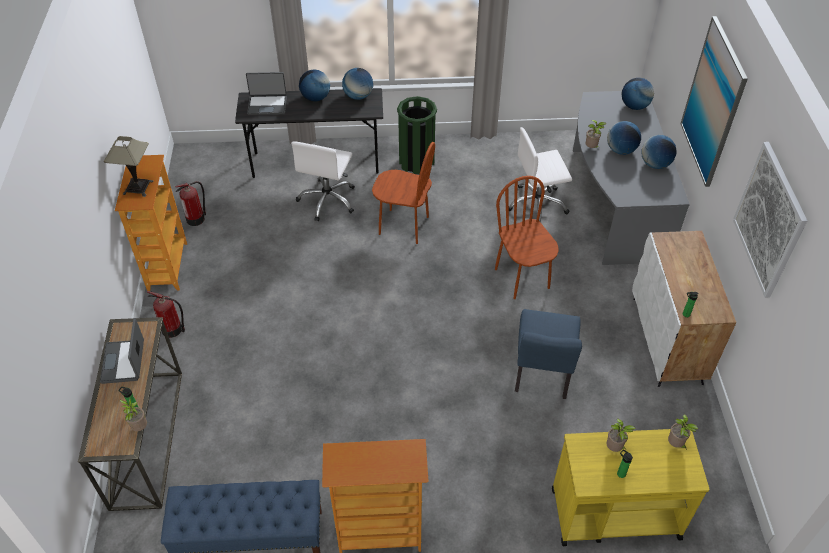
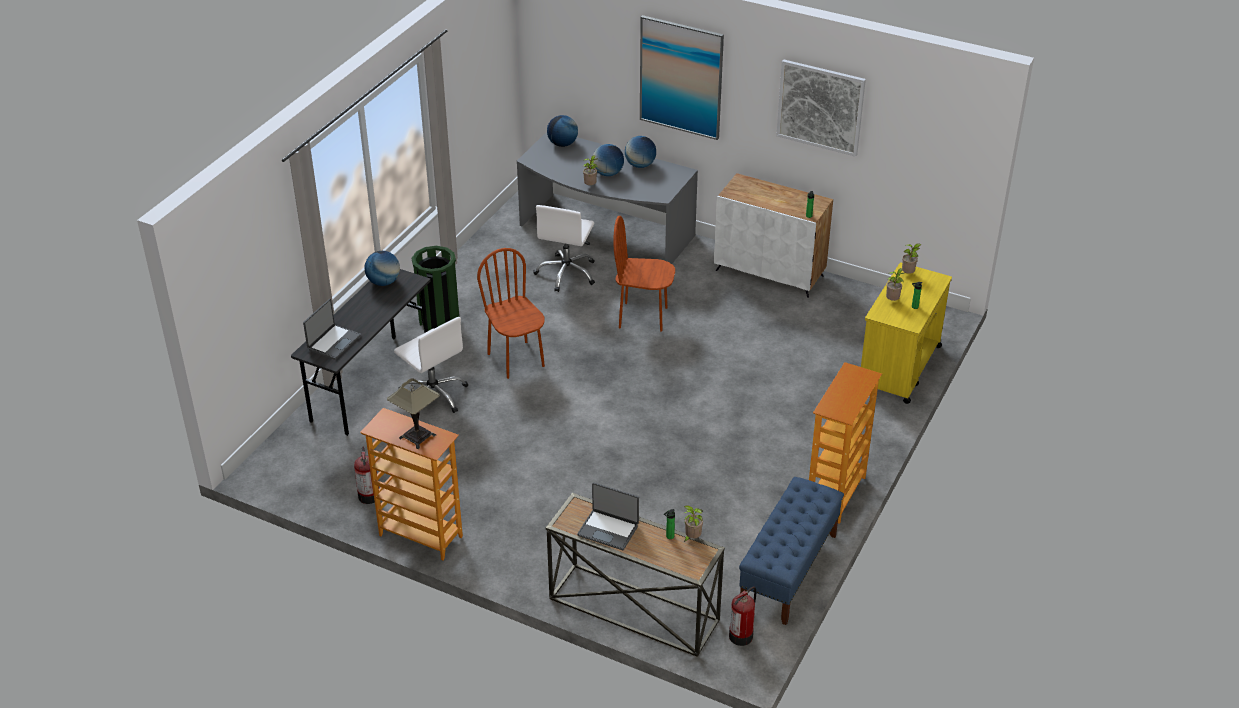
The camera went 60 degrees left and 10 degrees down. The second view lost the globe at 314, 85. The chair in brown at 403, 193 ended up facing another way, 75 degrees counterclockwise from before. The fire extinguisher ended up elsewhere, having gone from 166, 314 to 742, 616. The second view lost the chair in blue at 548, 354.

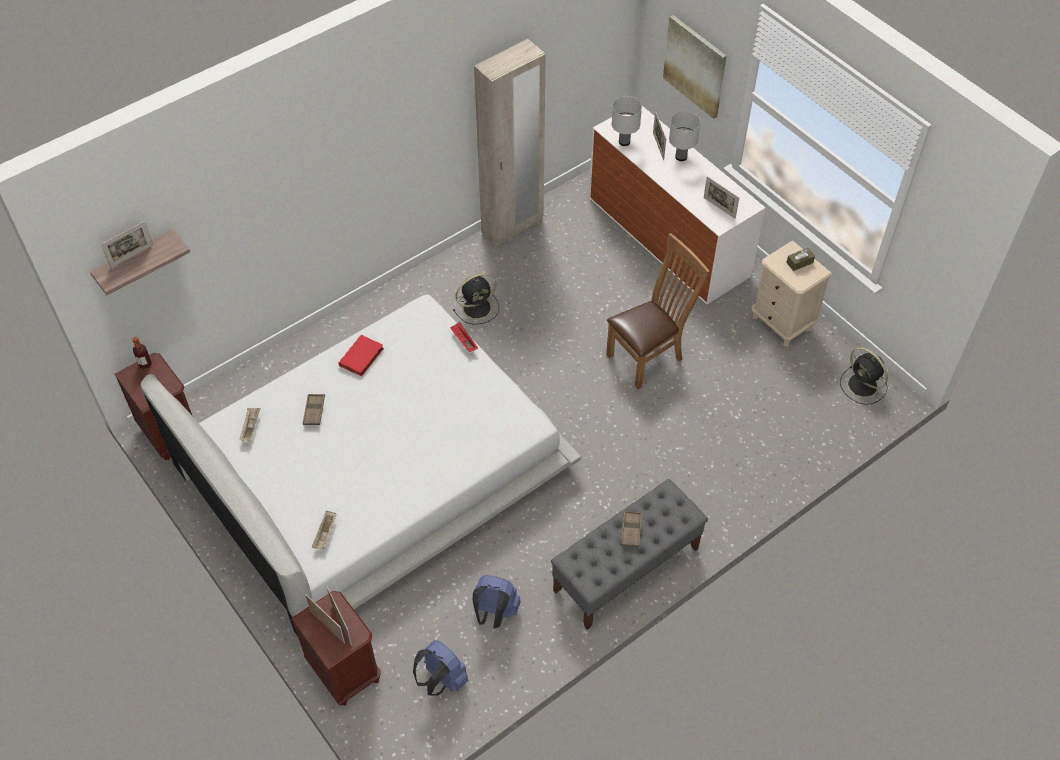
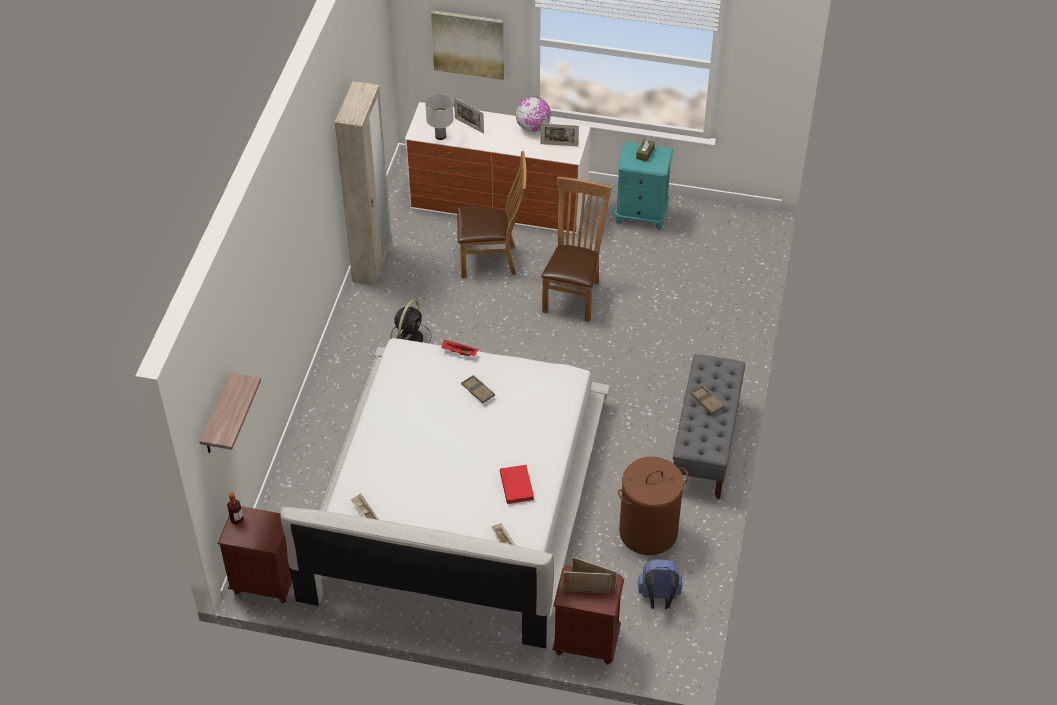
The camera went 40 degrees left and 5 degrees down. The second view lost the table lamp in white at 685, 136. The second view lost the picture frame at 127, 244. What was the nightstand in beige at 792, 294 turned into the nightstand in turquoise at 644, 185. The book in red ended up elsewhere, having gone from 361, 356 to 517, 484. The second view lost the fan in black at 864, 376. The tray in brown ended up elsewhere, having gone from 314, 409 to 478, 389. Where the backpack in blue stood at 496, 601, the laundry basket in brown came to stand at 653, 506. The second view gained the globe at 533, 115. The second view gained the chair in brown at 492, 214.

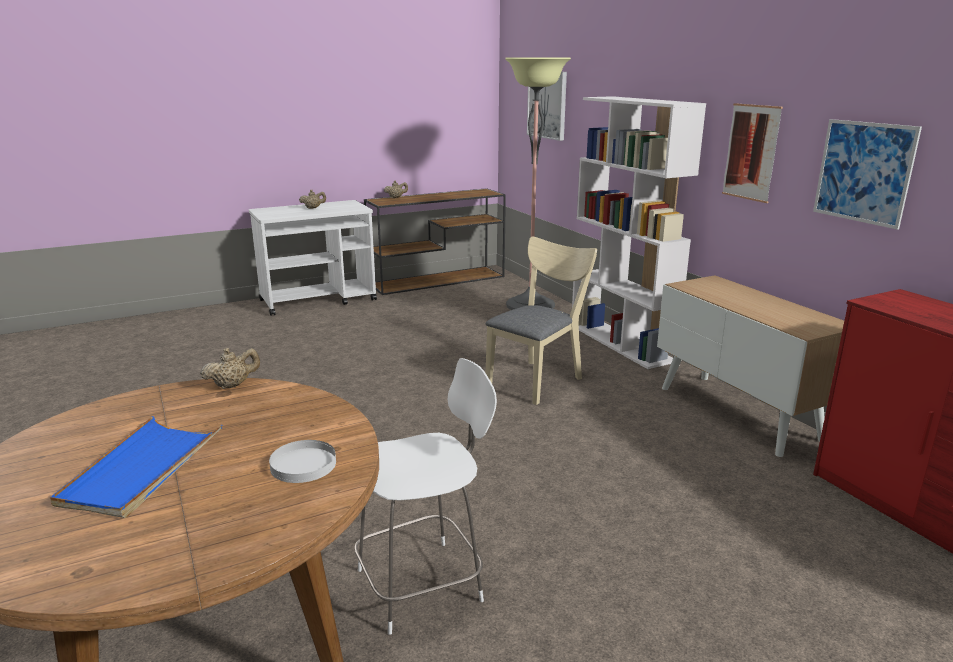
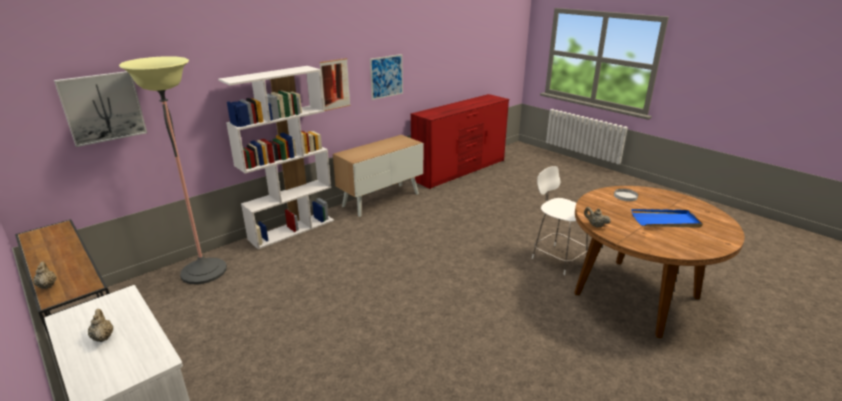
The camera went 105 degrees left and 5 degrees up. The second view lost the chair in beige at 541, 321.

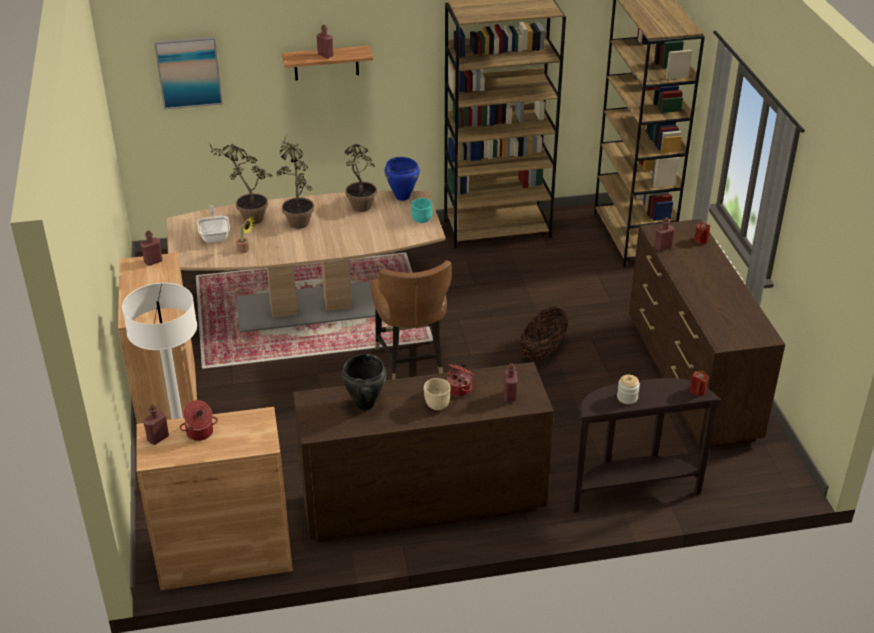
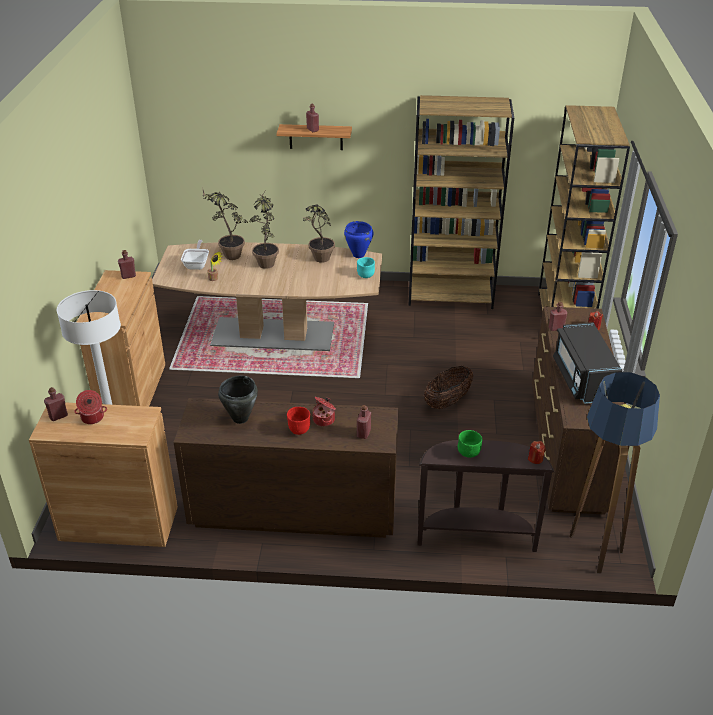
The camera went 15 degrees right and 0 degrees up. The second view lost the picture at 188, 73. The second view lost the chair in brown at 411, 319. Where the jar stood at 628, 389, the bowl in green came to stand at 470, 444. What was the bowl in beige at 437, 394 turned into the bowl in red at 298, 421. The second view gained the microwave in black at 588, 363. The second view gained the floor lamp at 614, 472.

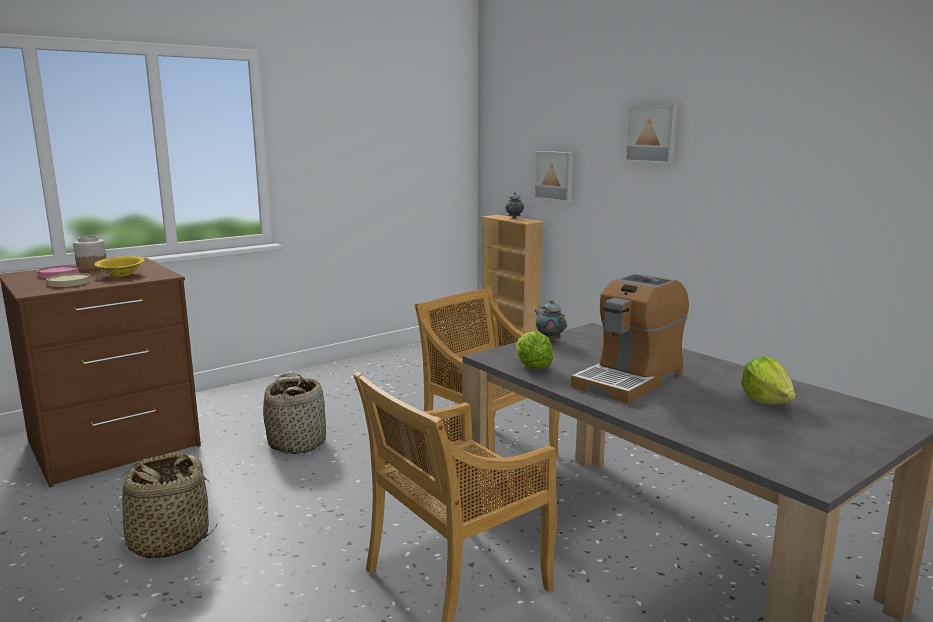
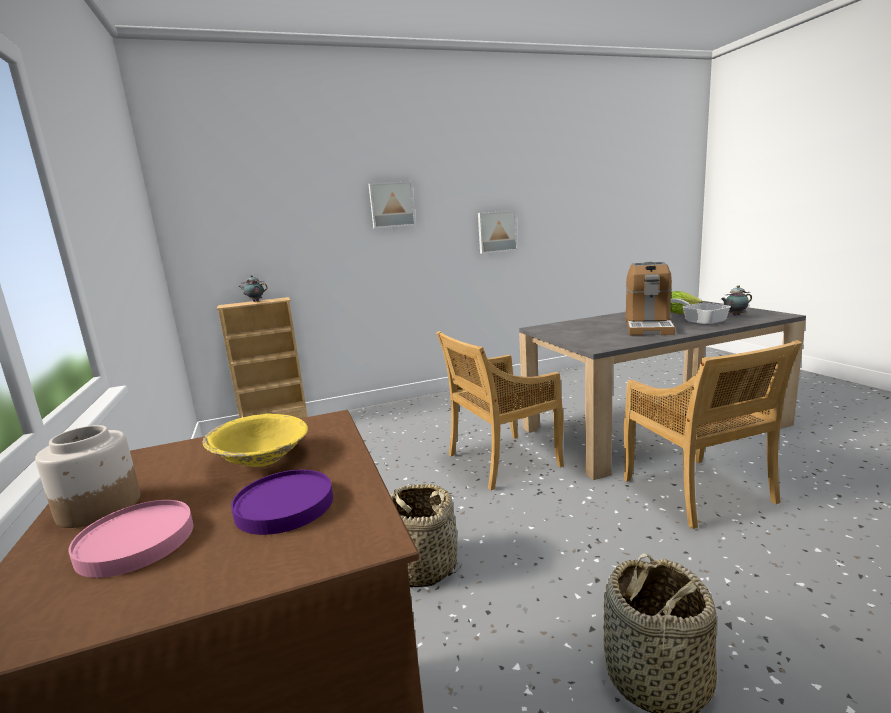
The camera went 70 degrees left and 0 degrees up. The picture ended up elsewhere, having gone from 554, 177 to 498, 232. What was the plate in beige at 68, 280 turned into the plate in purple at 282, 502. The coffee machine at 630, 339 ended up facing another way, 45 degrees clockwise from before. The teapot ended up elsewhere, having gone from 550, 321 to 736, 300. The second view lost the lettuce at 534, 350. The second view gained the frying pan at 701, 311.

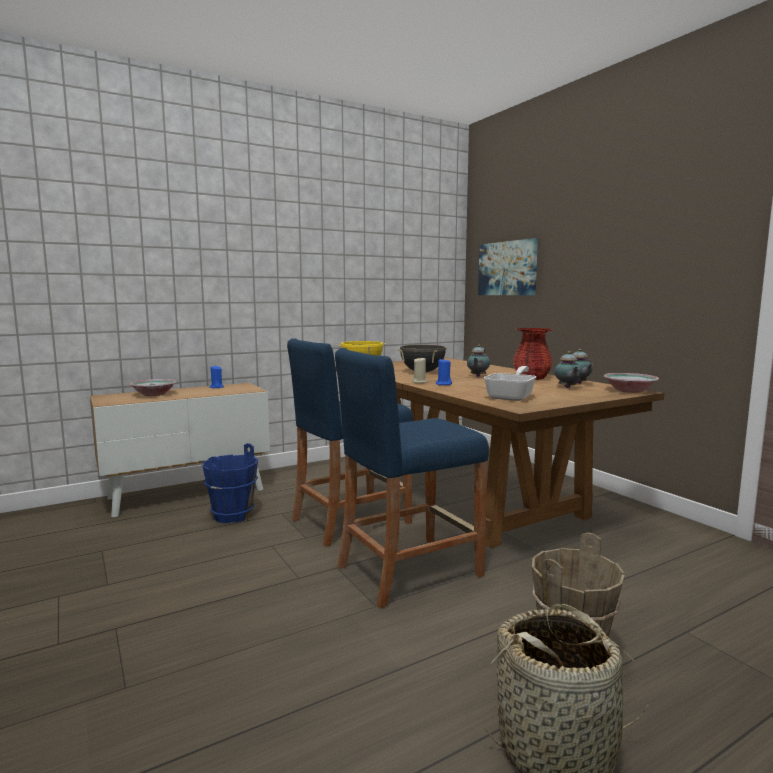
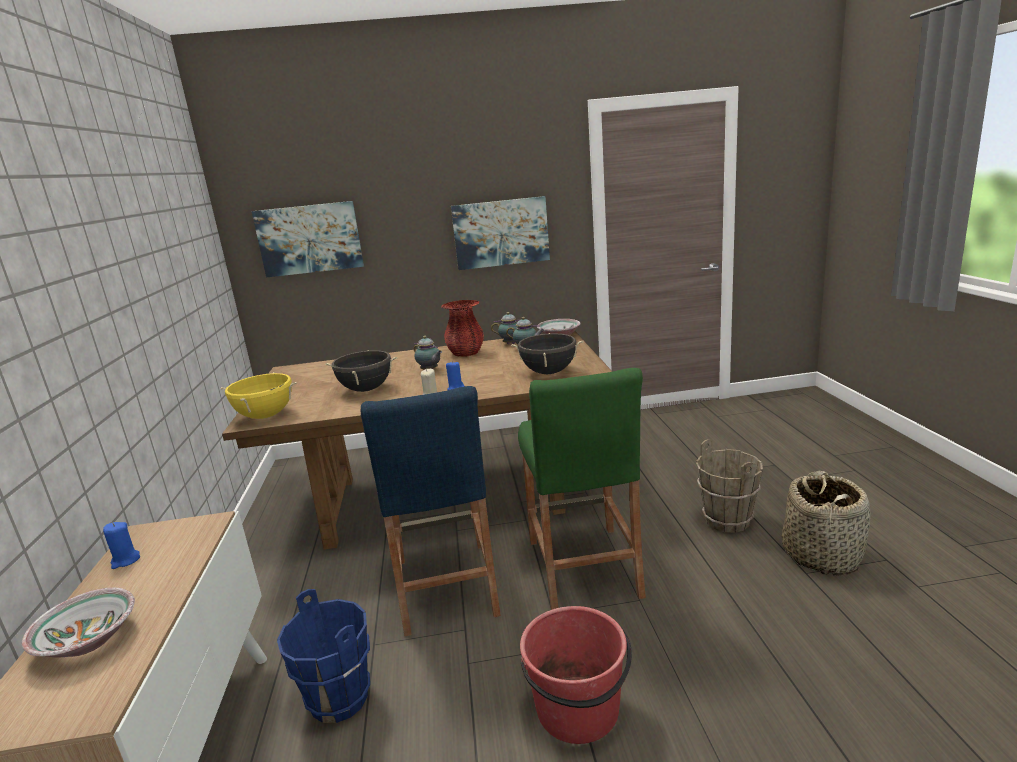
The camera went 65 degrees left and 10 degrees up. What was the stool in blue at 412, 478 turned into the stool in green at 582, 489. Where the frying pan stood at 510, 383, the cooking pot in black came to stand at 547, 353. The second view gained the picture at 500, 233. The second view gained the bucket in red at 576, 675.

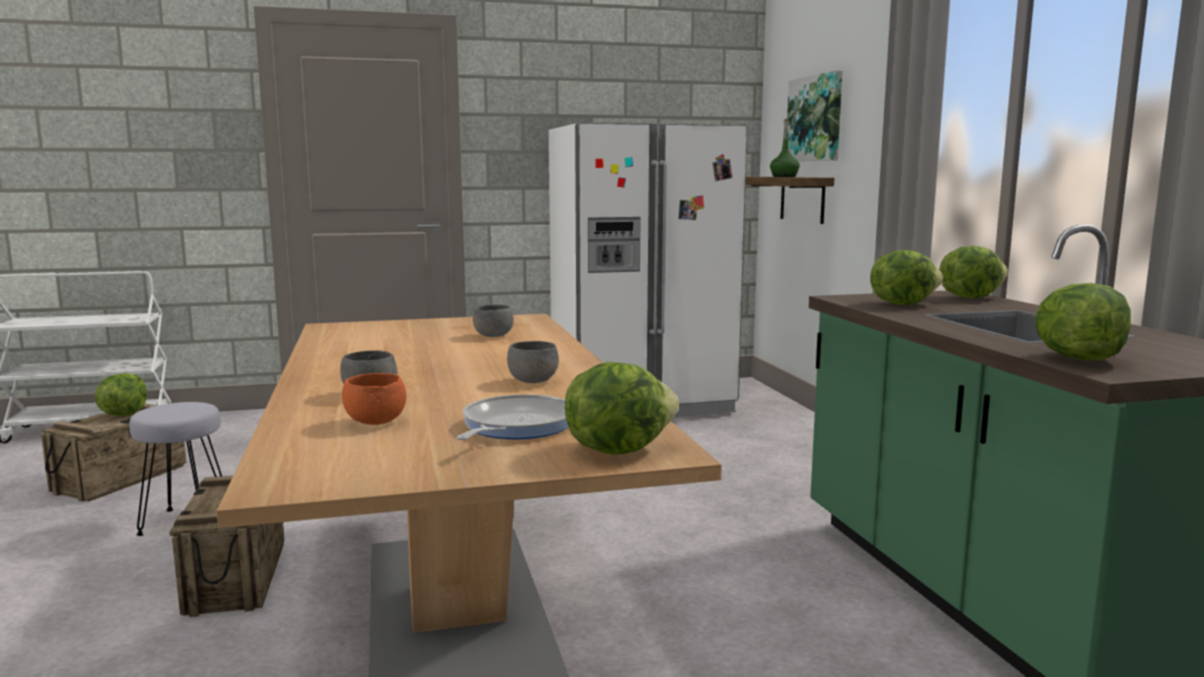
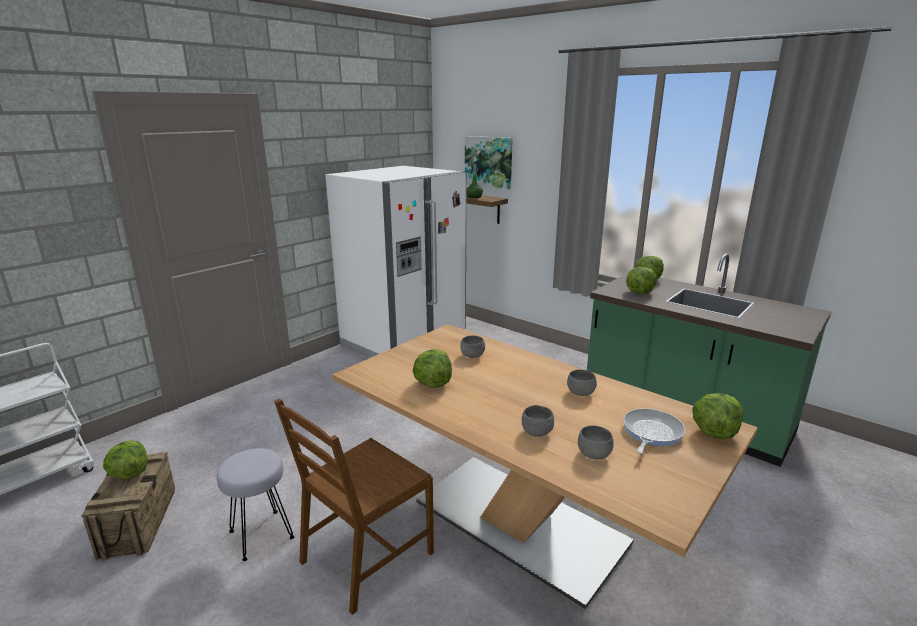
The camera went 35 degrees left and 10 degrees up. The lettuce ended up elsewhere, having gone from 1083, 322 to 432, 368. What was the bowl in orange at 374, 399 turned into the bowl in grey at 596, 442. The frying pan at 512, 417 ended up facing another way, 45 degrees clockwise from before. Where the crate stood at 227, 546, the chair in brown came to stand at 354, 507.

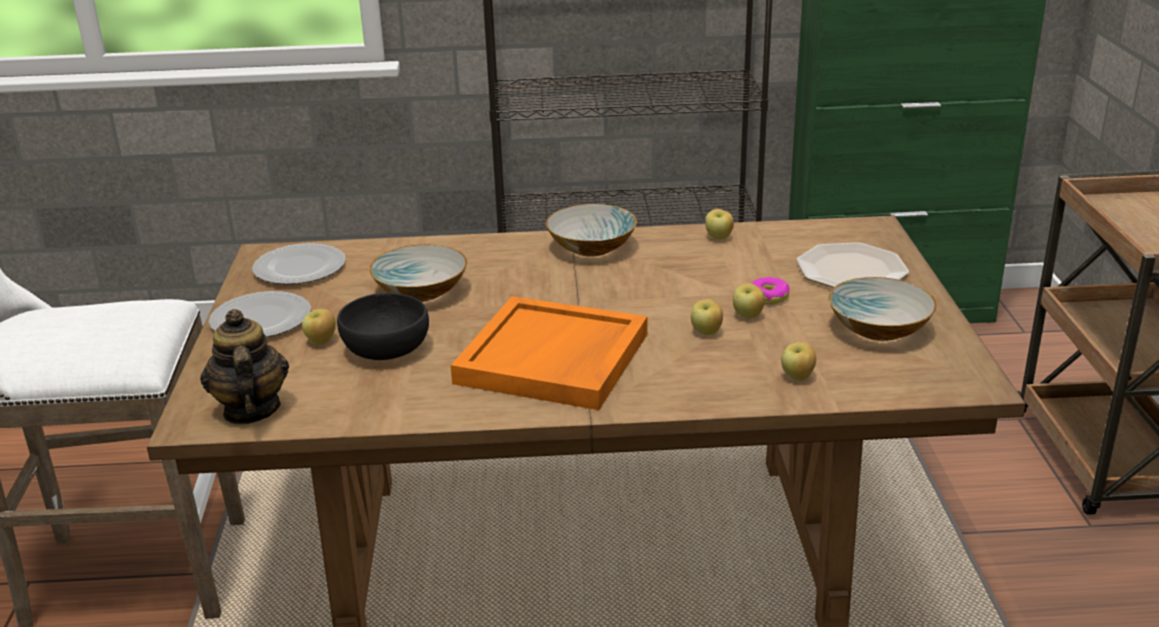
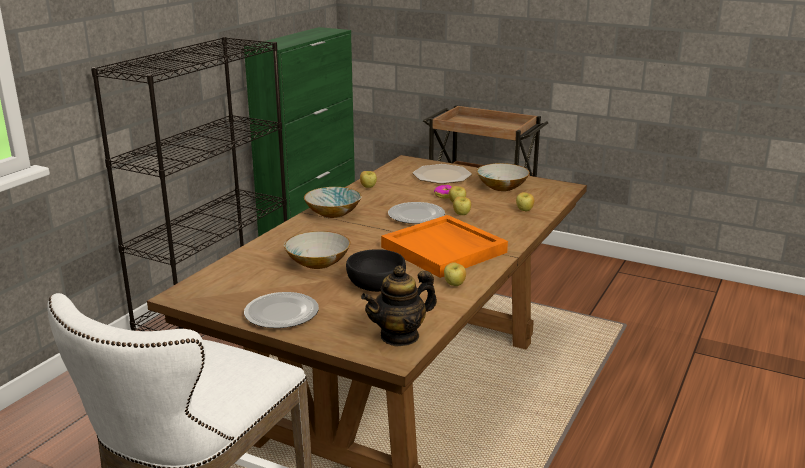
The camera went 60 degrees left and 5 degrees down. The plate ended up elsewhere, having gone from 299, 263 to 416, 213. The teapot at 244, 366 ended up facing another way, 45 degrees counterclockwise from before. The apple ended up elsewhere, having gone from 319, 327 to 455, 274.

